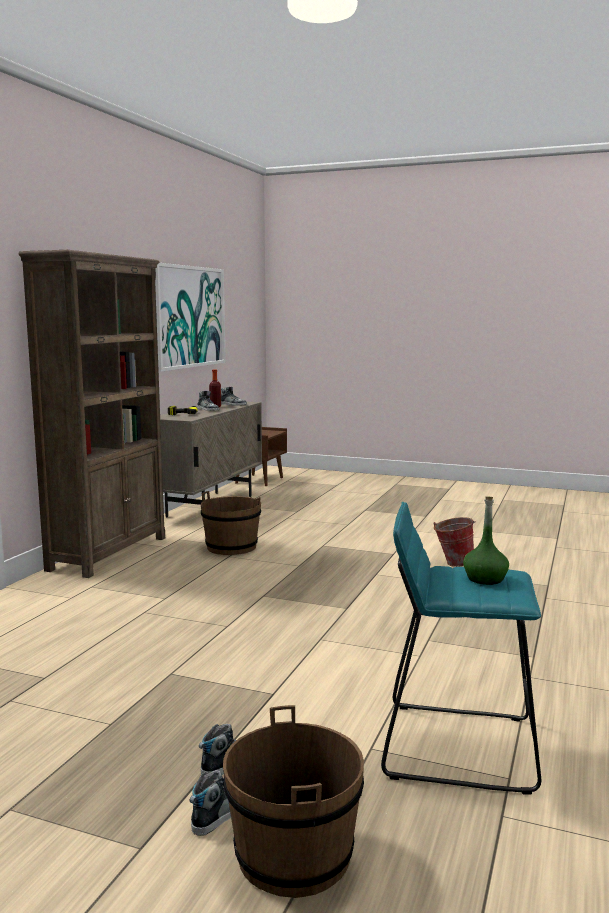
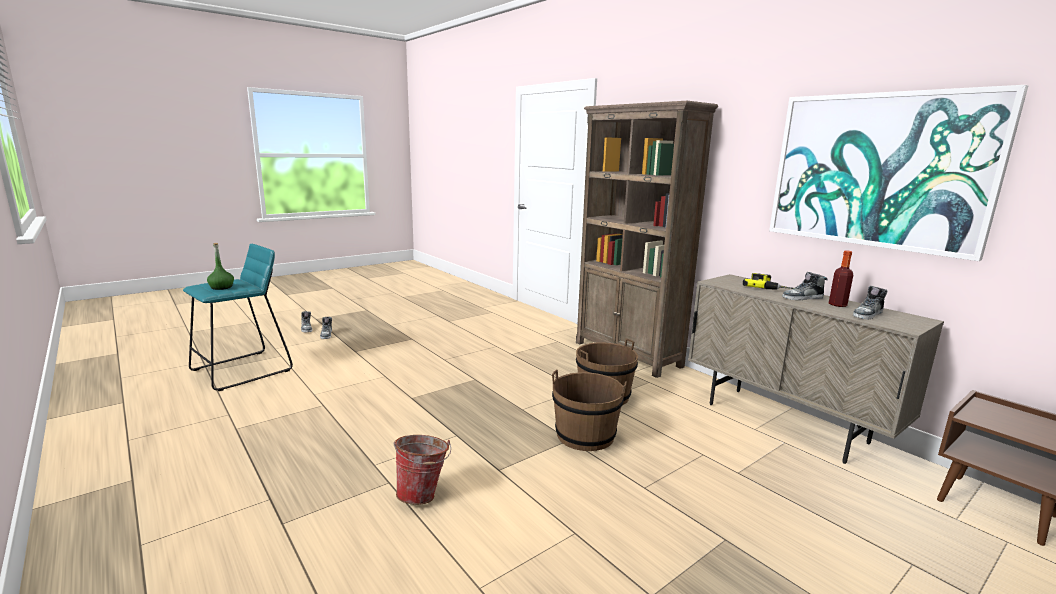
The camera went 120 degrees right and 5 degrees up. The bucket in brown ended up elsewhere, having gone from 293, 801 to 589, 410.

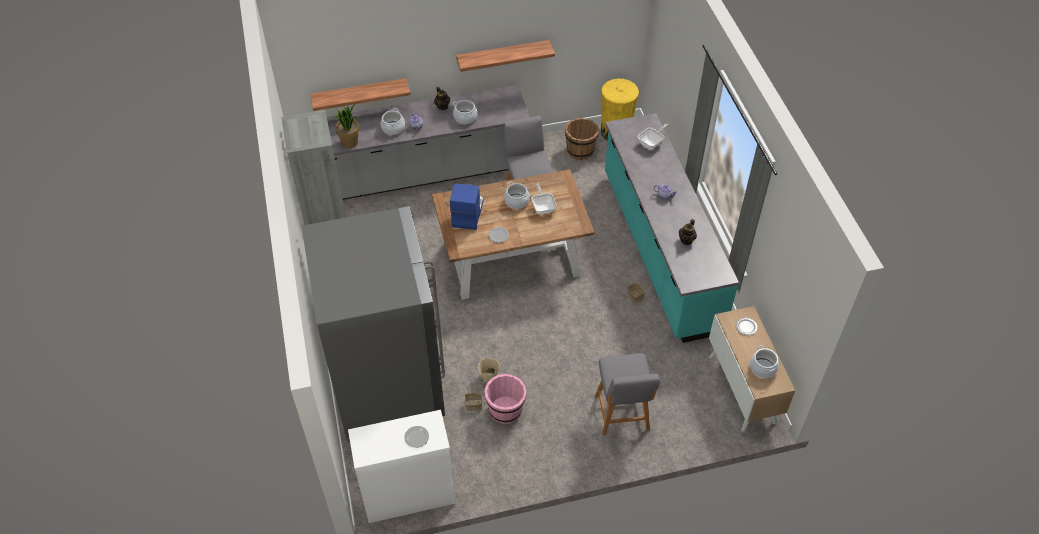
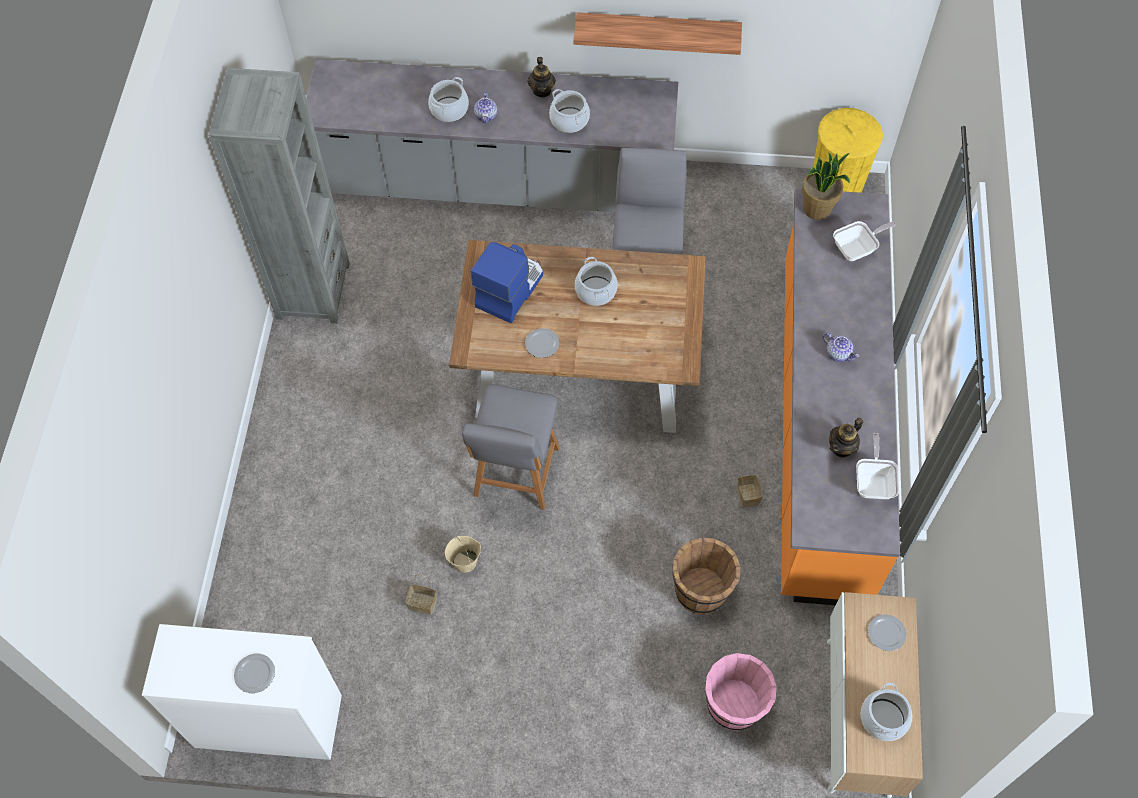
The camera went 20 degrees right and 10 degrees up. The second view lost the shelf at 360, 94. The potted plant ended up elsewhere, having gone from 346, 126 to 826, 186. What was the counter in turquoise at 672, 228 turned into the counter in orange at 840, 396. The bucket in brown ended up elsewhere, having gone from 582, 139 to 706, 576. The frying pan ended up elsewhere, having gone from 544, 199 to 877, 466. The second view lost the fridge in grey at 373, 324. The chair in grey ended up elsewhere, having gone from 627, 394 to 511, 447. The bucket in pink ended up elsewhere, having gone from 505, 399 to 741, 692.

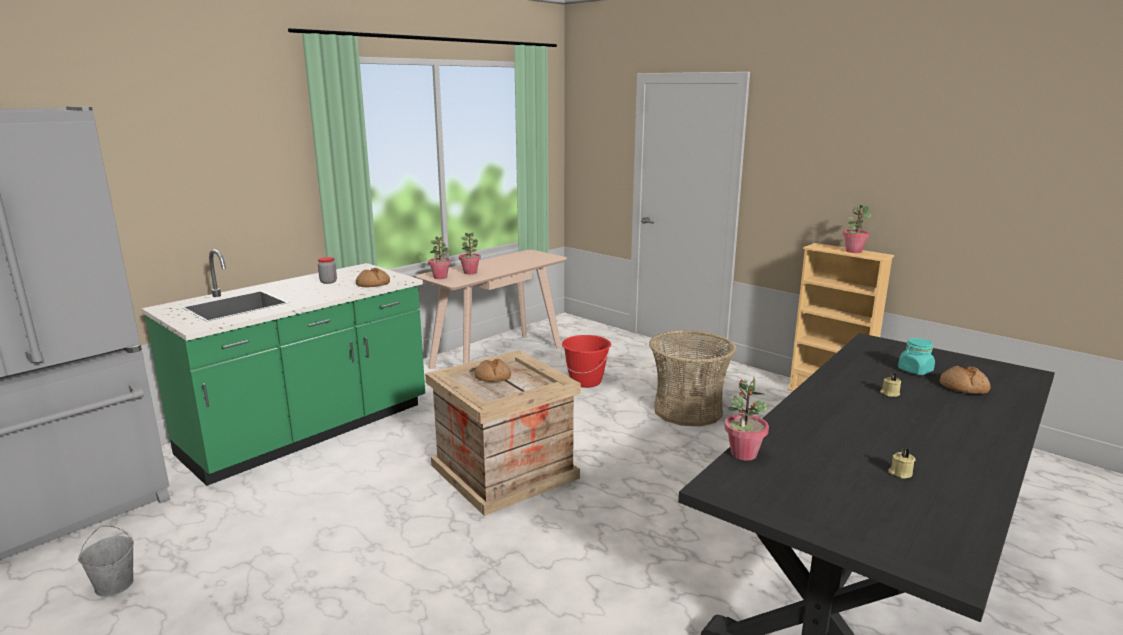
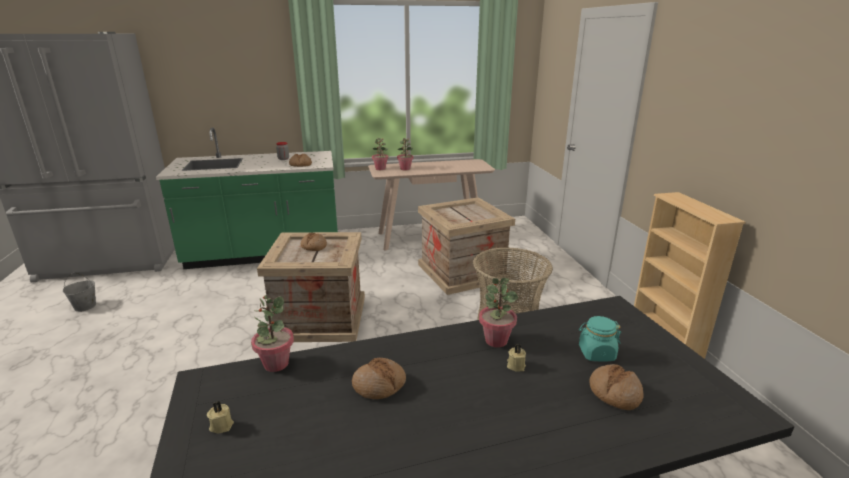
The camera went 35 degrees right and 5 degrees up. The potted plant ended up elsewhere, having gone from 857, 228 to 498, 313. Where the bucket in red stood at 586, 361, the crate came to stand at 466, 246. The candle in beige ended up elsewhere, having gone from 901, 462 to 220, 417. The second view gained the bread at 379, 378.

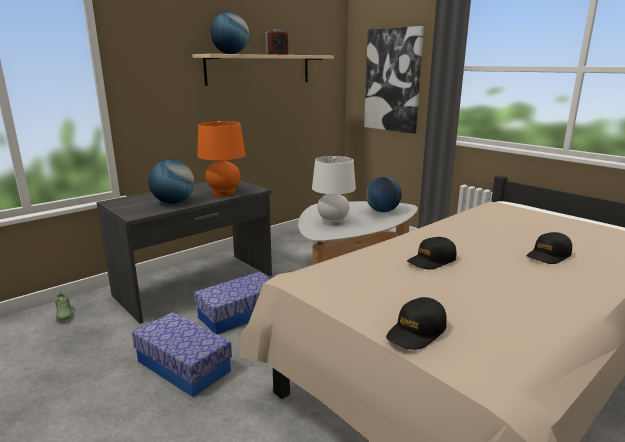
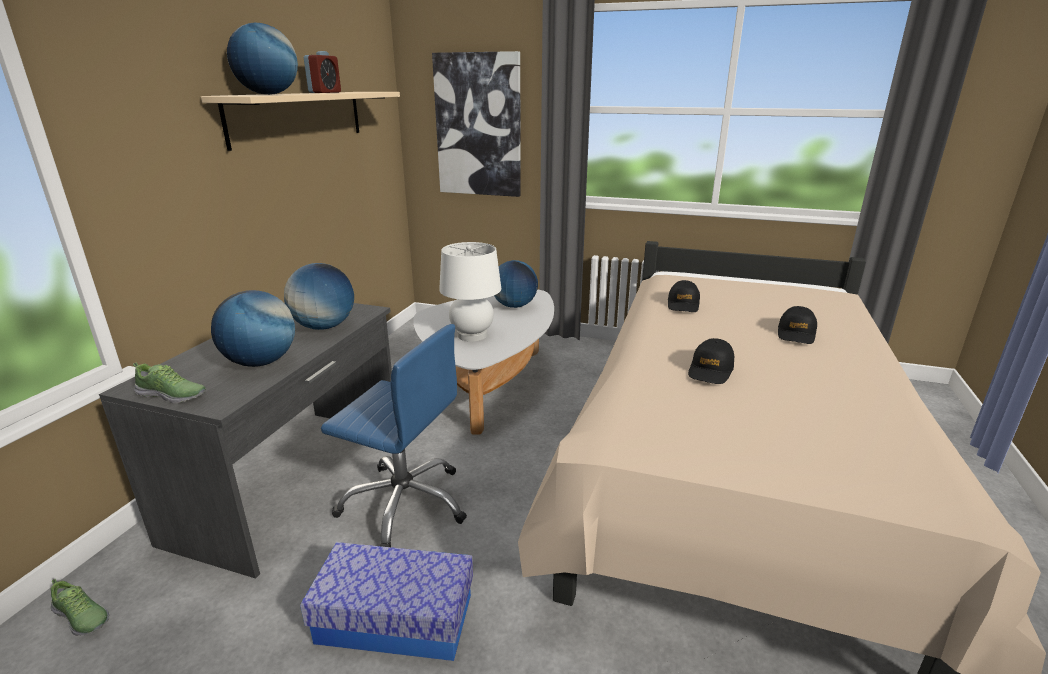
The camera went 30 degrees left and 5 degrees up. Where the table lamp in orange stood at 221, 158, the globe came to stand at 319, 296. Where the storage box stood at 232, 303, the office chair in blue came to stand at 394, 435. The cap in black ended up elsewhere, having gone from 416, 323 to 684, 296. The second view gained the shoe at 169, 382.

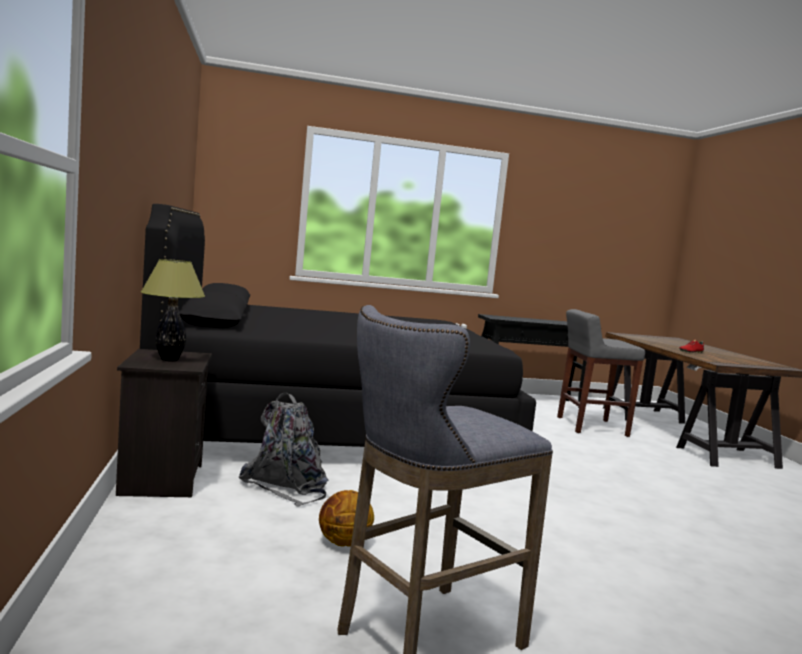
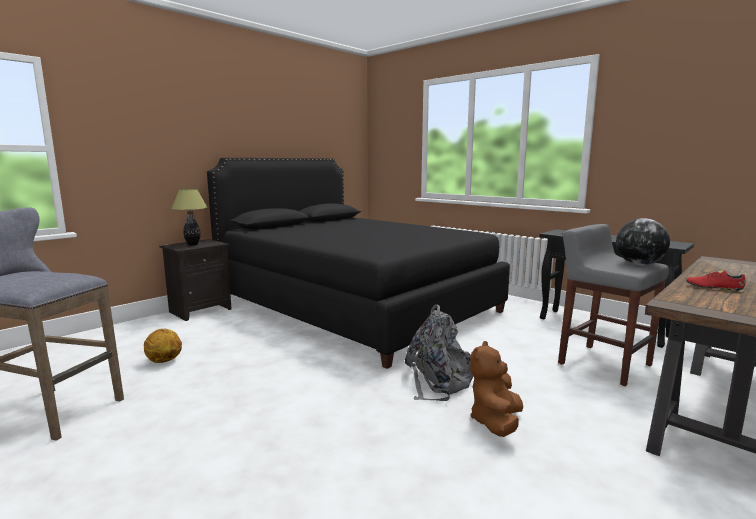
The camera went 55 degrees right and 5 degrees up. The backpack in grey ended up elsewhere, having gone from 283, 449 to 439, 352. The second view gained the globe at 643, 241. The second view gained the plush toy in brown at 496, 389.

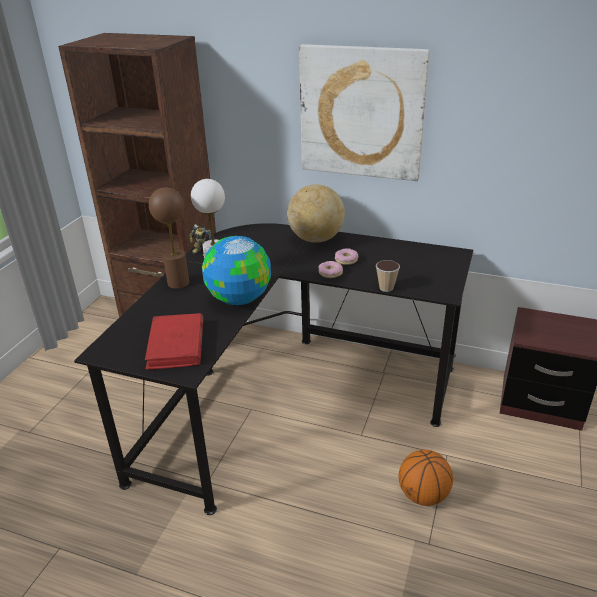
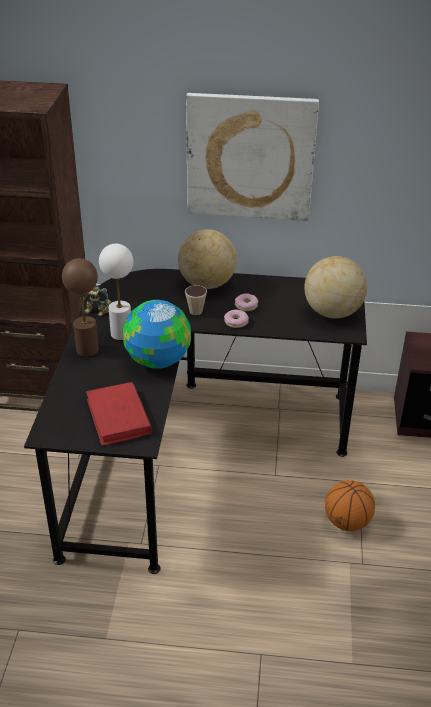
The camera went 15 degrees left and 5 degrees up. The cup ended up elsewhere, having gone from 388, 276 to 196, 300. The second view gained the globe at 335, 287.

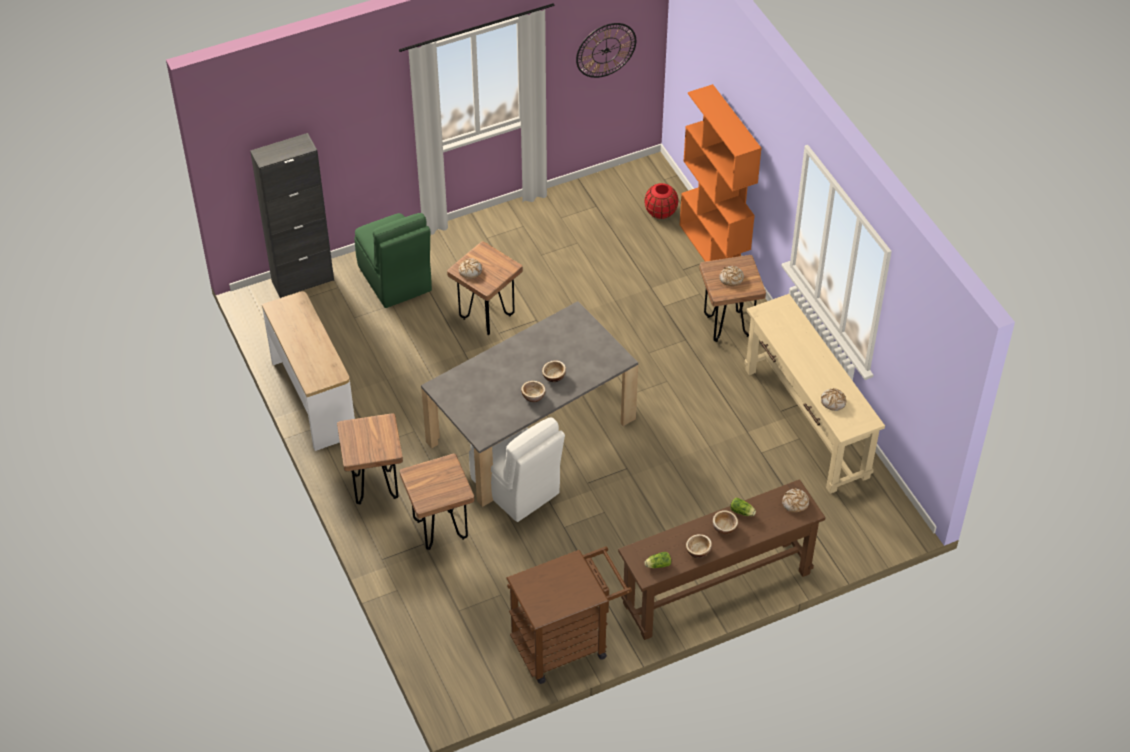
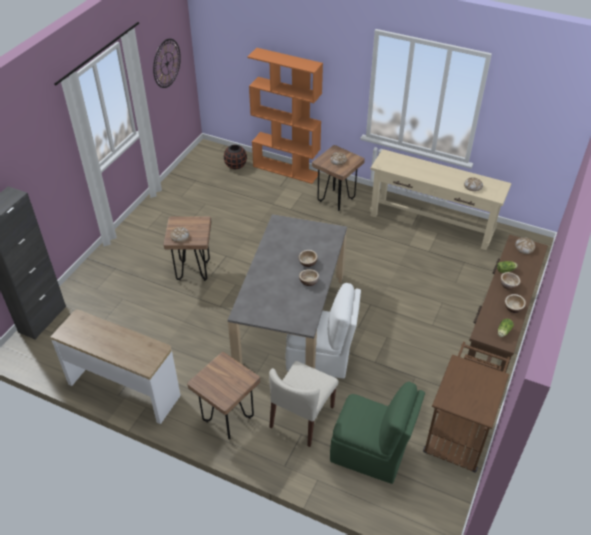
The camera went 40 degrees left and 5 degrees down. What was the vase in red at 661, 201 turned into the vase in black at 235, 157. The chair in green ended up elsewhere, having gone from 393, 260 to 377, 433. Where the stool in brown stood at 437, 502, the chair in beige came to stand at 304, 404.

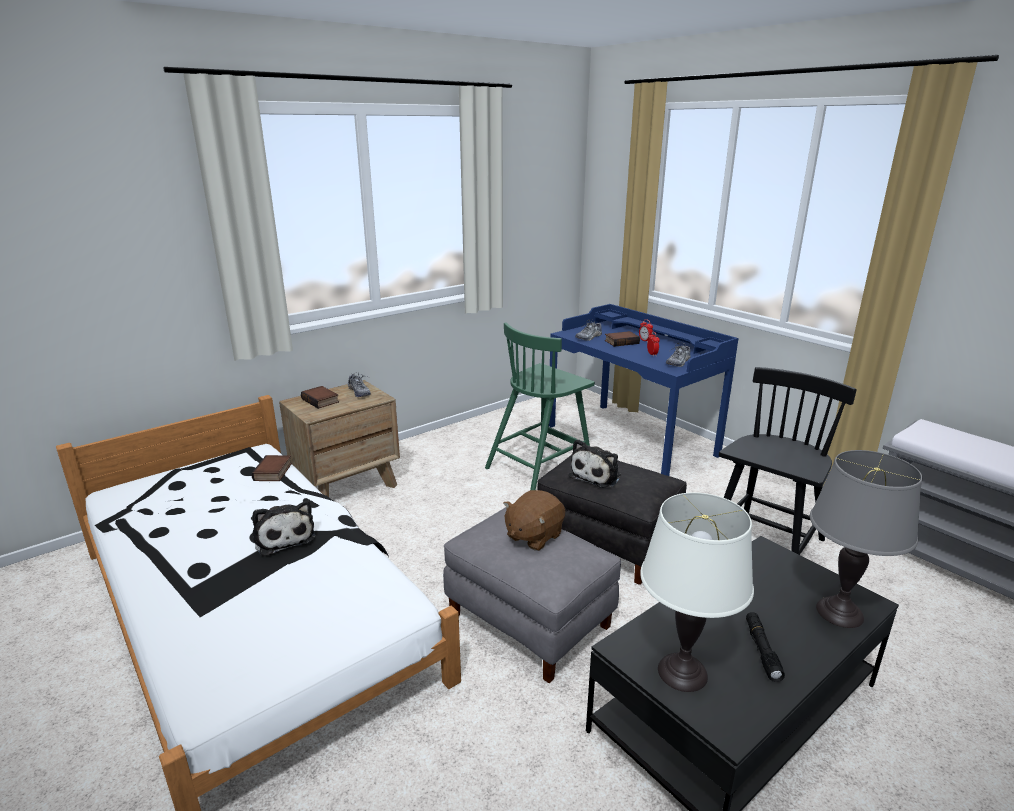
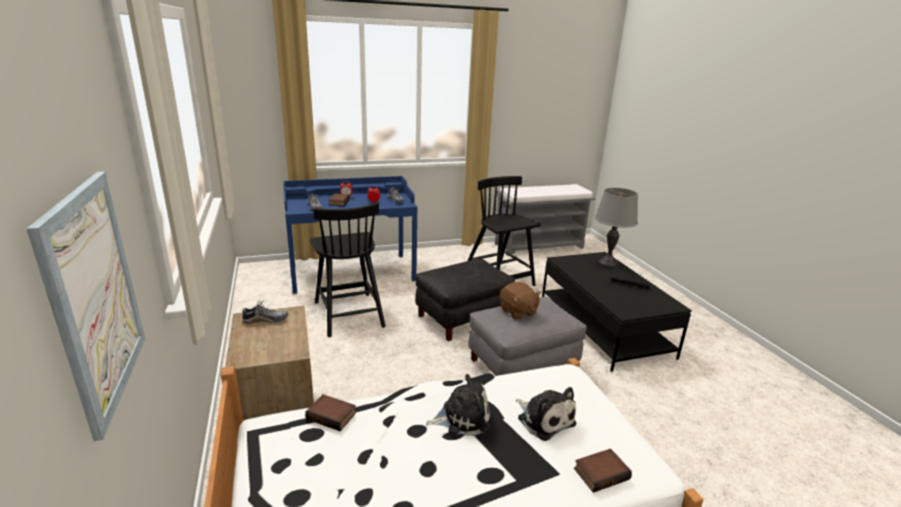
The camera went 70 degrees left and 0 degrees up. What was the chair in green at 540, 406 turned into the chair in black at 347, 270. The book ended up elsewhere, having gone from 320, 397 to 603, 471. The plush toy ended up elsewhere, having gone from 595, 463 to 546, 414. The second view lost the table lamp in white at 697, 592. The second view gained the picture at 86, 306.

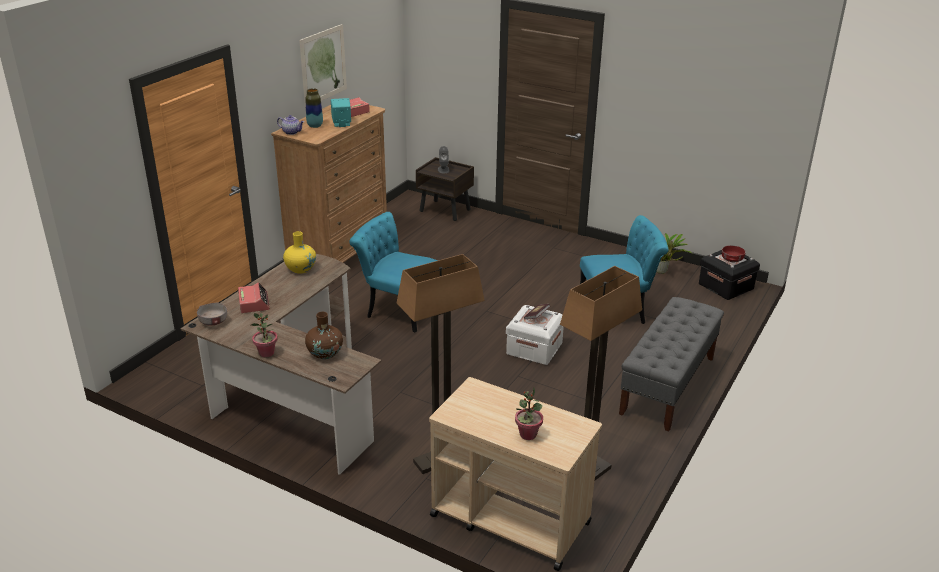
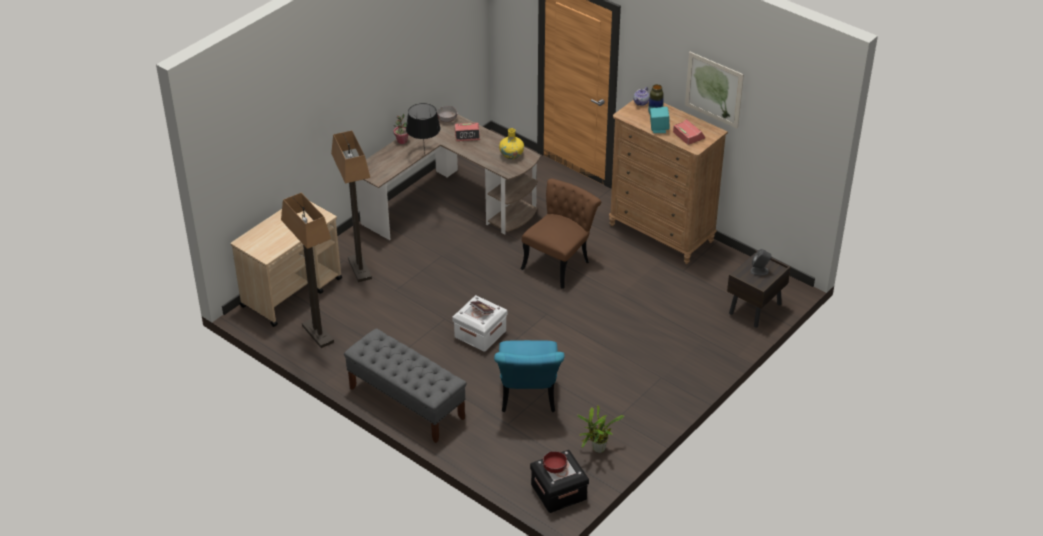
The camera went 100 degrees right and 10 degrees up. What was the chair in turquoise at 394, 272 turned into the chair in brown at 561, 233. The second view lost the vase in brown at 324, 335. The second view lost the potted plant at 529, 414. The second view gained the table lamp in black at 423, 128.

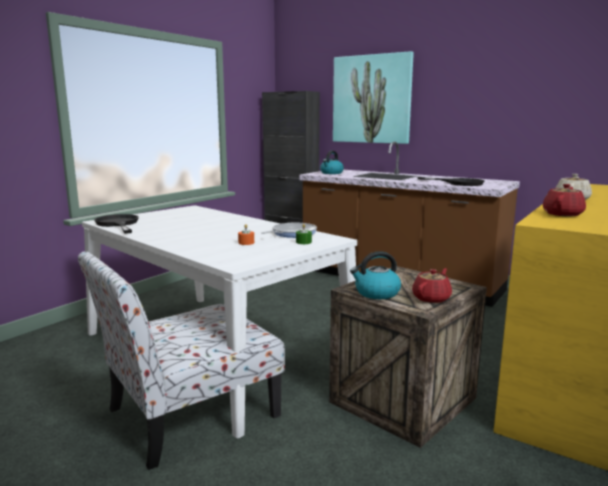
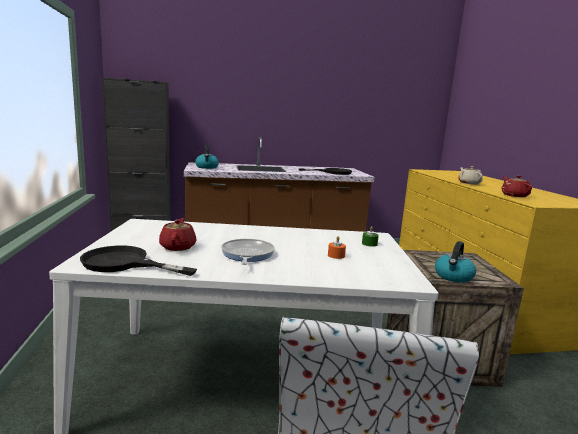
The camera went 45 degrees left and 0 degrees up. The second view lost the picture at 373, 97. The frying pan ended up elsewhere, having gone from 289, 230 to 248, 252. The teapot in red ended up elsewhere, having gone from 432, 285 to 177, 234.

